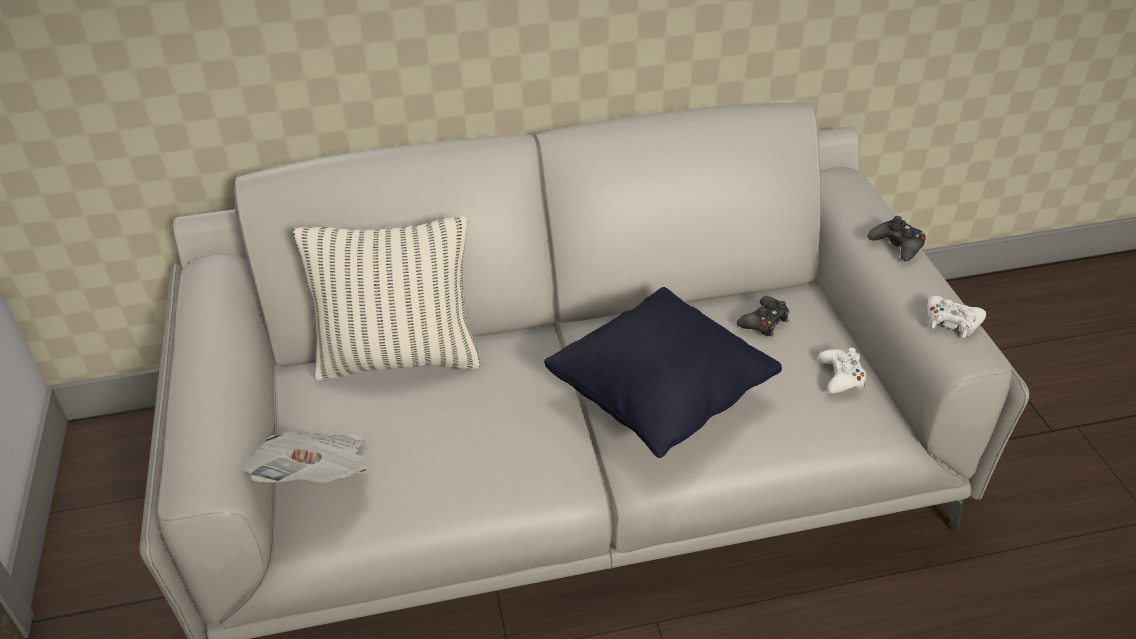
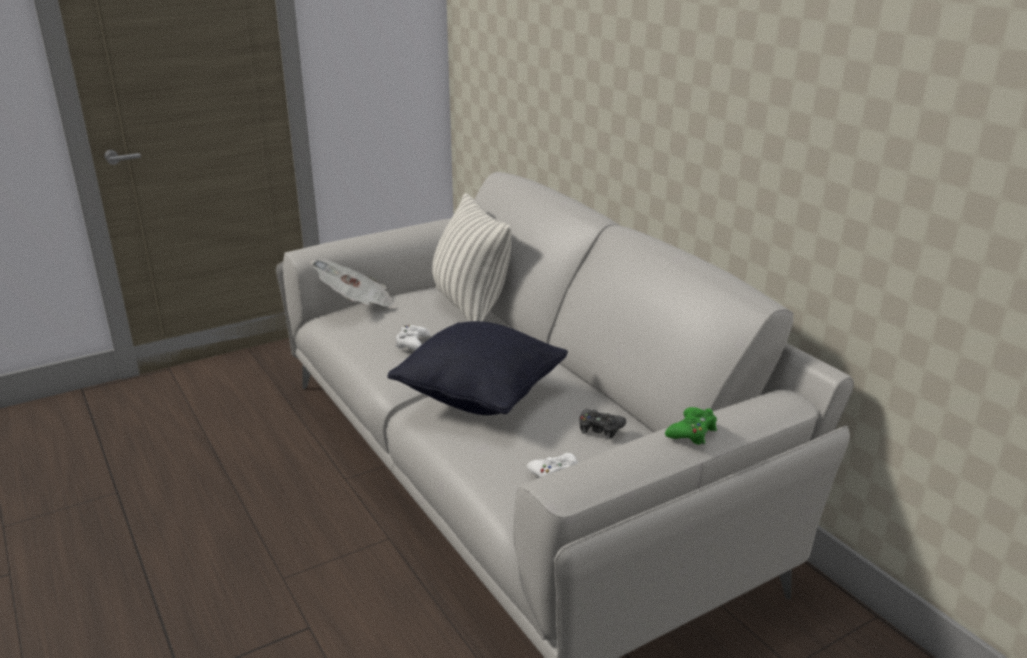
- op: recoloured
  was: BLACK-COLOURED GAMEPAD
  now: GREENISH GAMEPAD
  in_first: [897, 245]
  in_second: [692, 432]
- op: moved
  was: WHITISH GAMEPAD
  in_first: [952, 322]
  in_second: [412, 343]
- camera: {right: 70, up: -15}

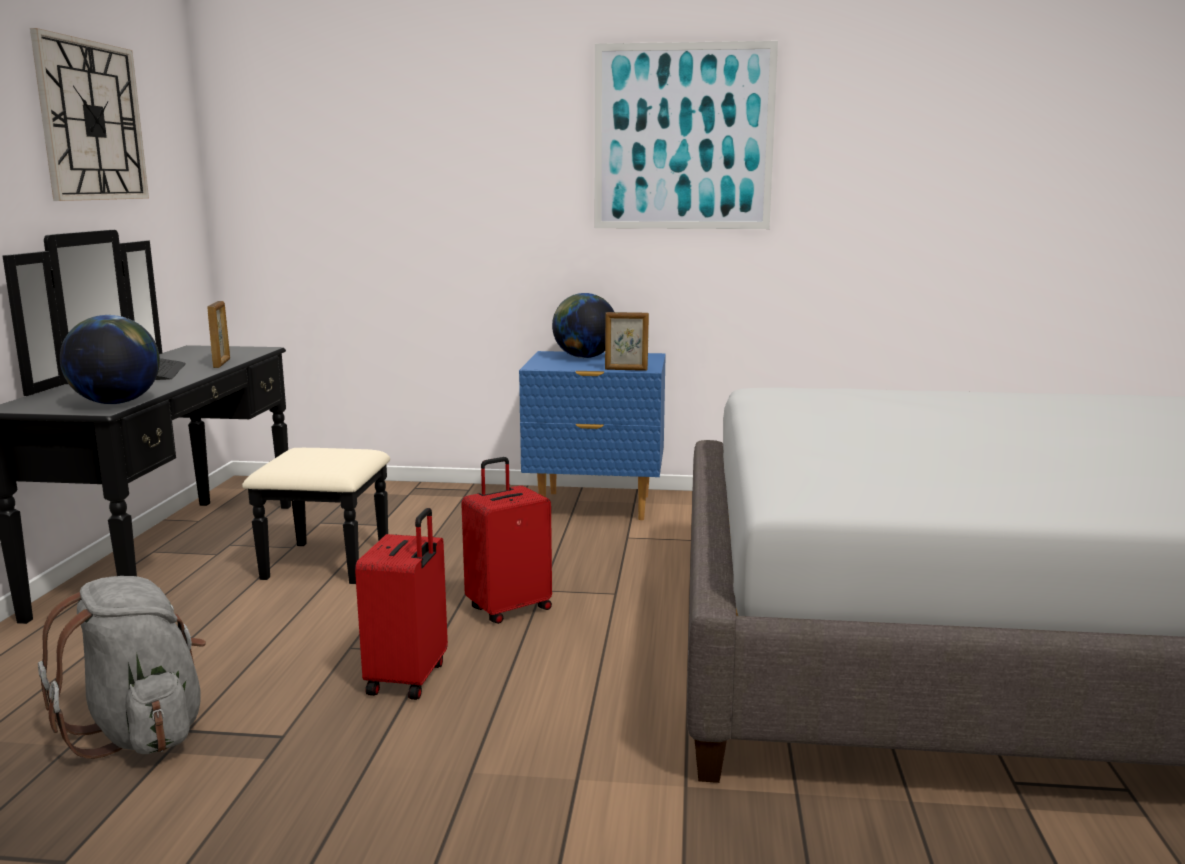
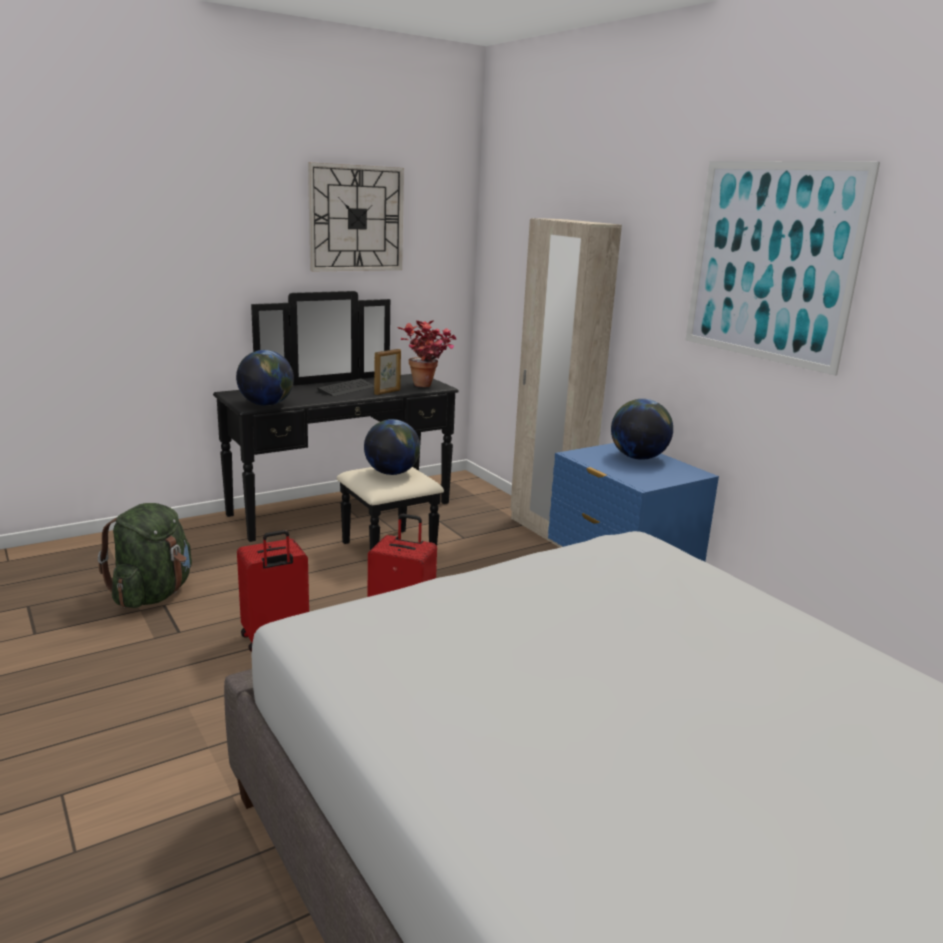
- op: recoloured
  was: GREYISH BACKPACK
  now: GREENISH BACKPACK
  in_first: [141, 731]
  in_second: [153, 594]
- op: removed
  was: PICTURE FRAME
  in_first: [626, 369]
- op: added
  now: WORLD GLOBE
  in_second: [391, 473]
- op: added
  now: PLANT IN A POT
  in_second: [427, 387]
- op: added
  now: BEIGE WARDROBE
  in_second: [547, 530]
- camera: {right: 50, up: 5}

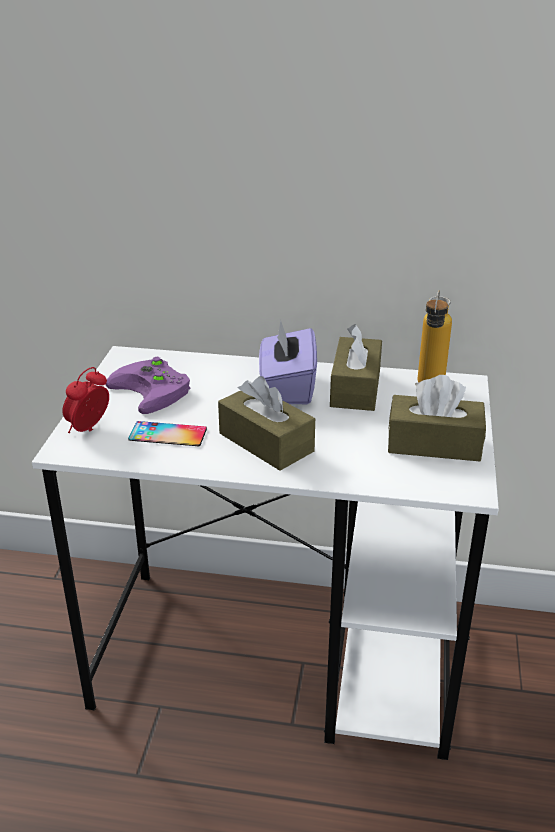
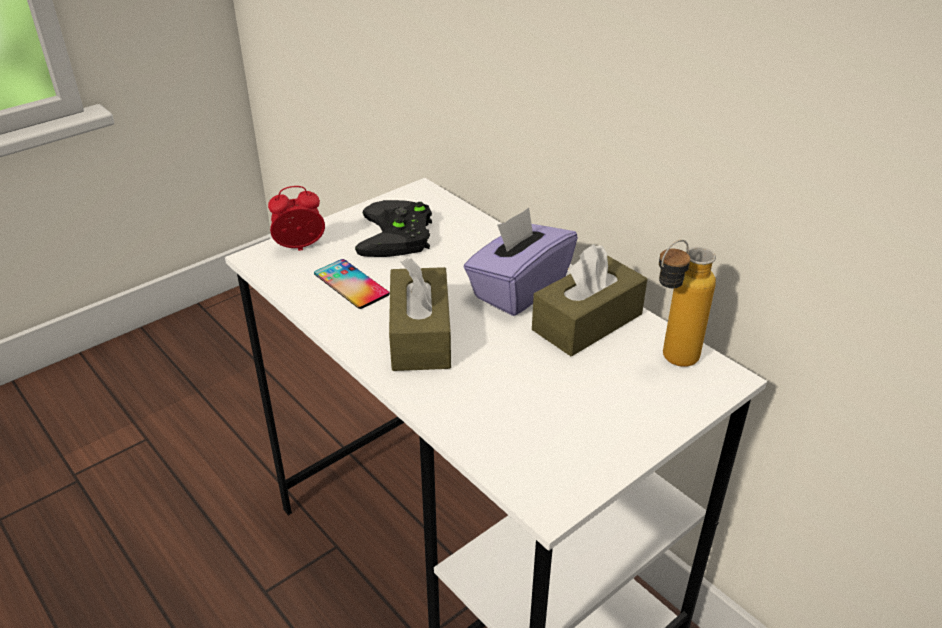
- op: recoloured
  was: PURPLE GAMEPAD
  now: BLACK-COLOURED GAMEPAD
  in_first: [155, 390]
  in_second: [398, 236]
- op: removed
  was: BROWN TISSUE HOLDER
  in_first: [434, 444]
- camera: {right: 40, up: 5}

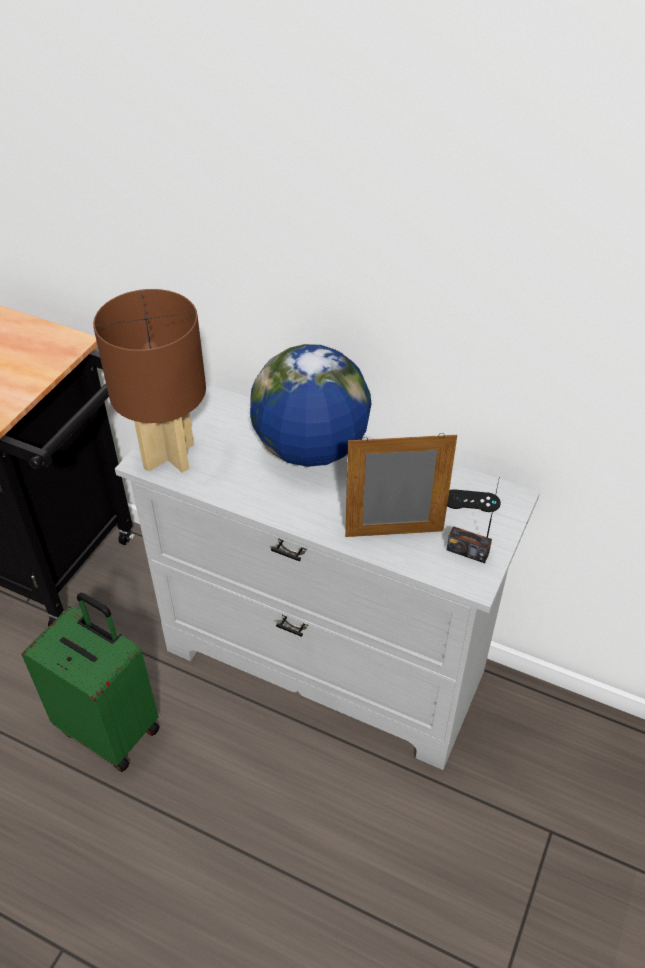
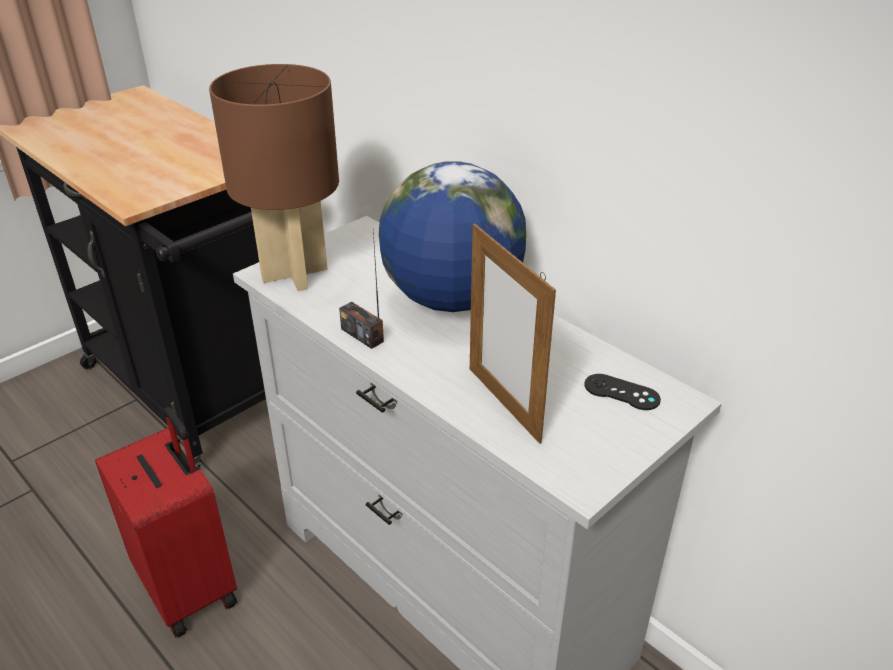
- op: recoloured
  was: GREENISH SUITCASE
  now: RED SUITCASE
  in_first: [111, 728]
  in_second: [190, 587]
- op: turned
  was: PICTURE FRAME
  in_first: [394, 533]
  in_second: [503, 404]
  clockwise: -135
- op: moved
  was: RADIO SET
  in_first: [467, 551]
  in_second: [362, 335]
- camera: {right: 20, up: -10}

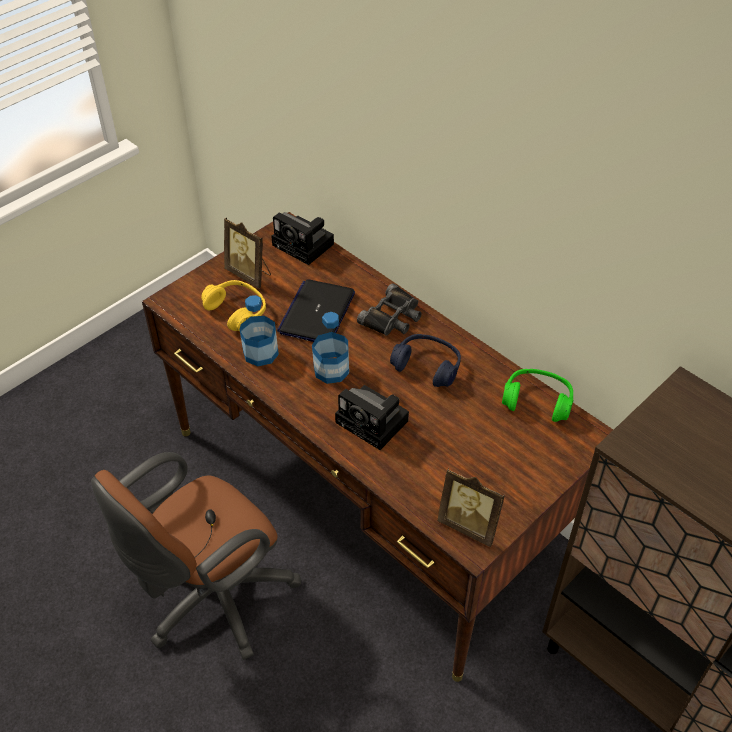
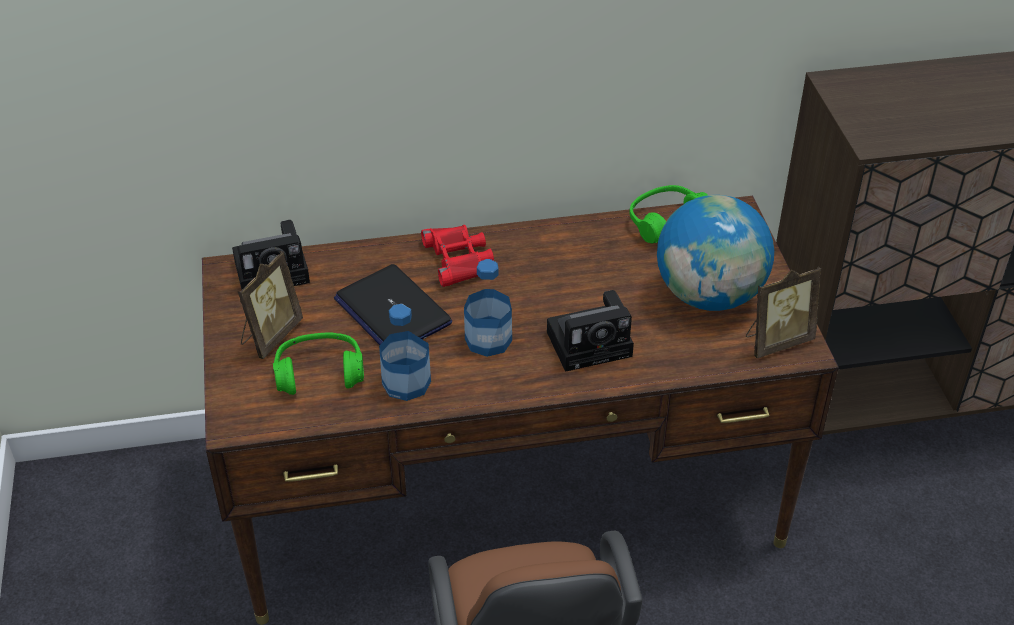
- op: recoloured
  was: YELLOW HEADSET
  now: GREENISH HEADSET
  in_first: [237, 311]
  in_second: [319, 373]
- op: turned
  was: PICTURE FRAME
  in_first: [249, 274]
  in_second: [270, 335]
  clockwise: -45
- op: recoloured
  was: BLACK-COLOURED PAIR OF BINOCULARS
  now: RED PAIR OF BINOCULARS
  in_first: [392, 317]
  in_second: [458, 259]
- op: removed
  was: BLUISH HEADSET
  in_first: [427, 366]
- op: added
  now: WORLD GLOBE
  in_second: [709, 295]
- camera: {right: -55, up: -5}

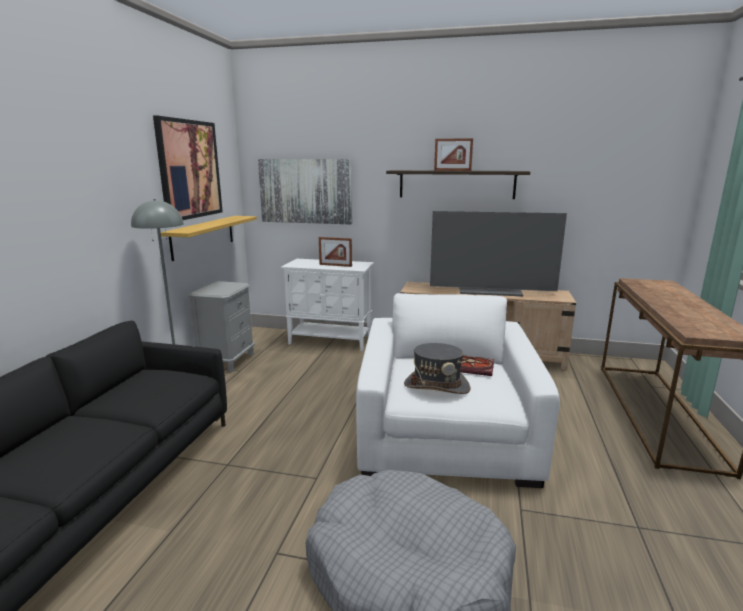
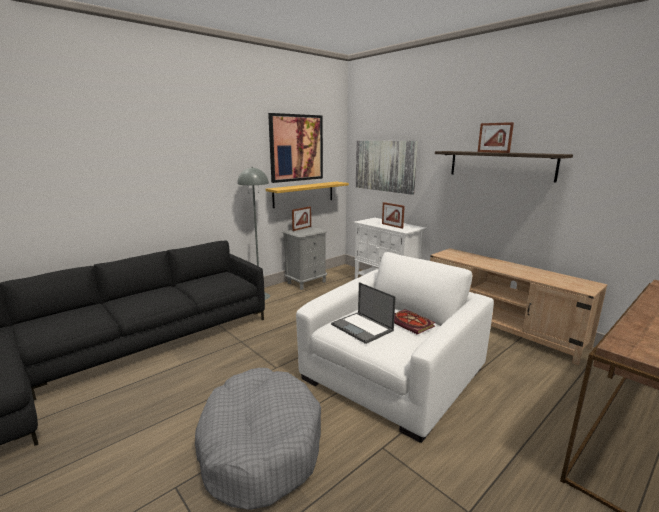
- op: replaced
  was: GREYISH CLOTHING HAT
  now: NOTEBOOK COMPUTER
  in_first: [437, 386]
  in_second: [362, 328]
- op: removed
  was: TELEVISION
  in_first: [490, 291]
- op: added
  now: PICTURE FRAME
  in_second: [302, 228]
- camera: {right: 35, up: 0}

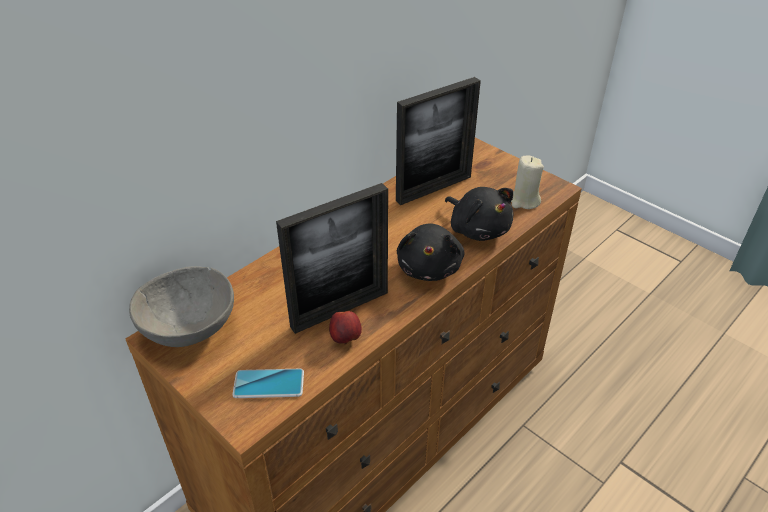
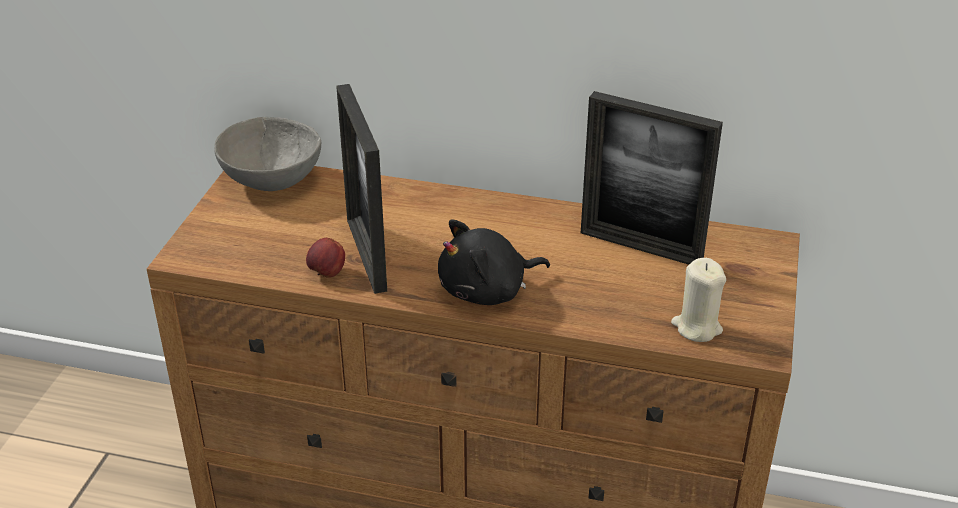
- op: removed
  was: HANDSET
  in_first: [269, 384]
- op: turned
  was: PICTURE FRAME
  in_first: [340, 309]
  in_second: [366, 254]
  clockwise: 45
- op: removed
  was: BLACK-COLOURED SOFT TOY
  in_first: [478, 228]
- camera: {right: 60, up: -5}

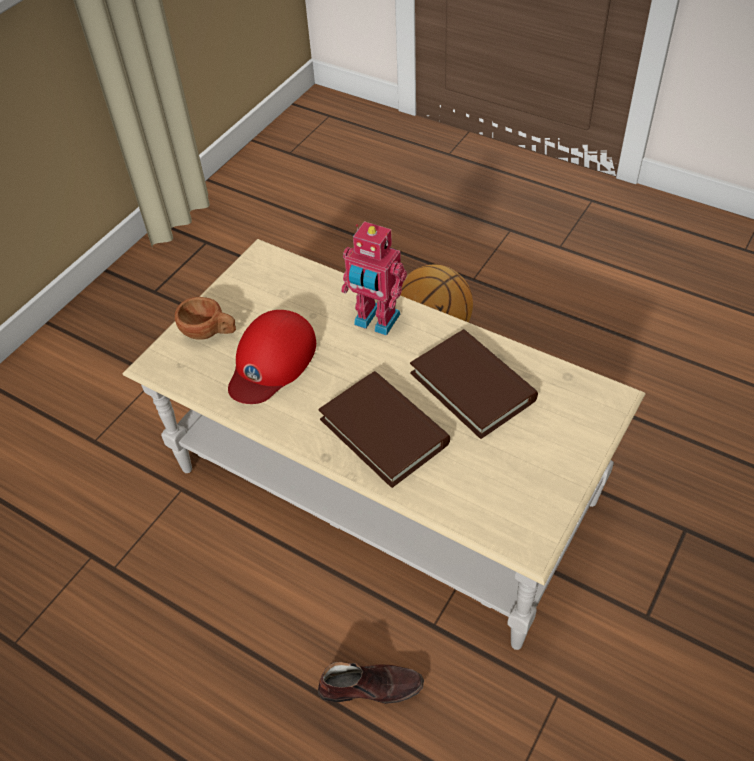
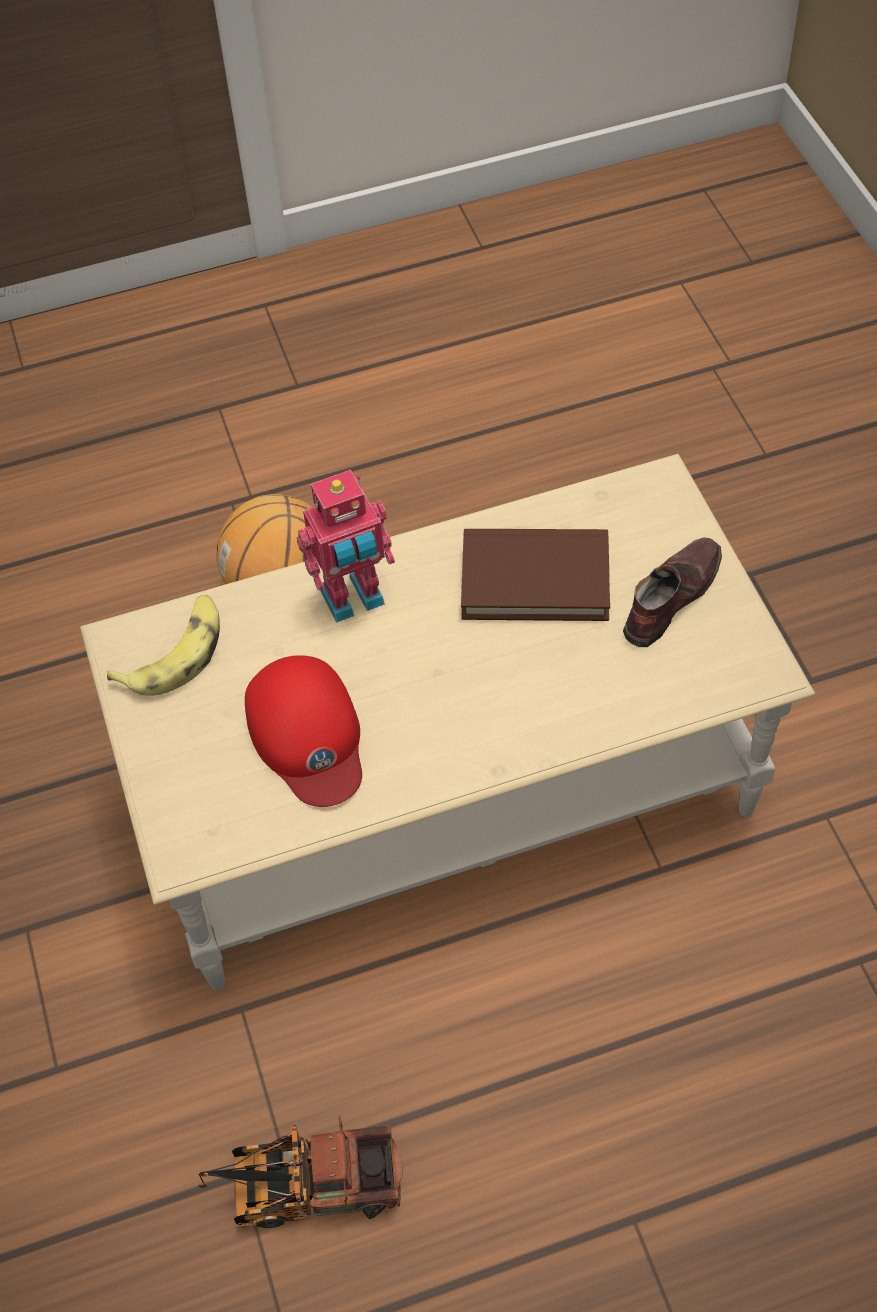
- op: removed
  was: BROWN DRINKING CUP
  in_first: [209, 332]
- op: removed
  was: BROWN VOLUME
  in_first: [384, 431]
- op: moved
  was: BROWN ITEM OF FOOTWEAR
  in_first: [371, 686]
  in_second: [670, 597]
- op: added
  now: BANANA
  in_second: [176, 653]
- op: added
  now: TOY TRUCK
  in_second: [305, 1187]
- camera: {right: -50, up: 5}

